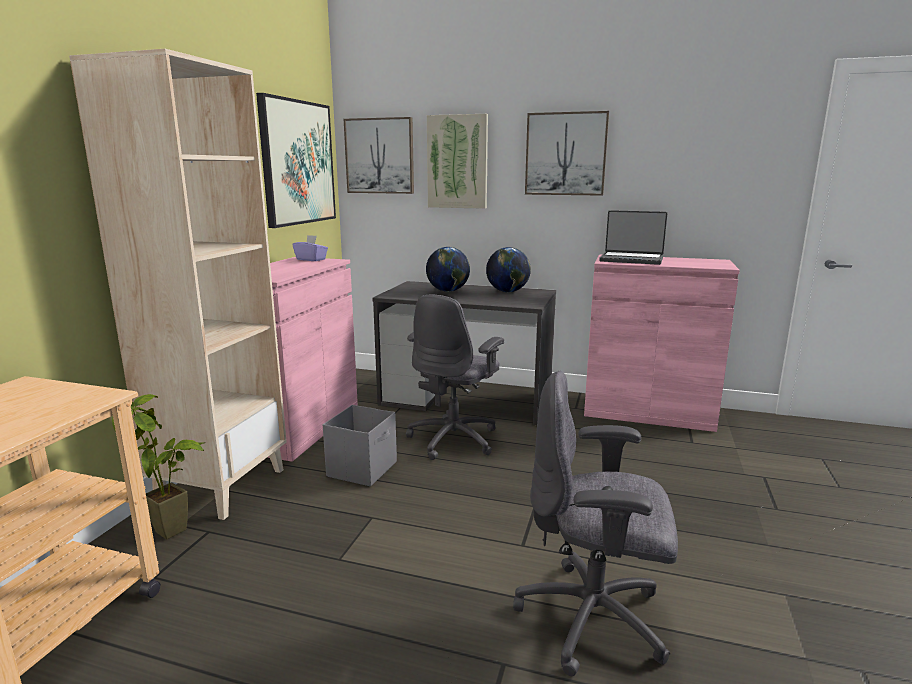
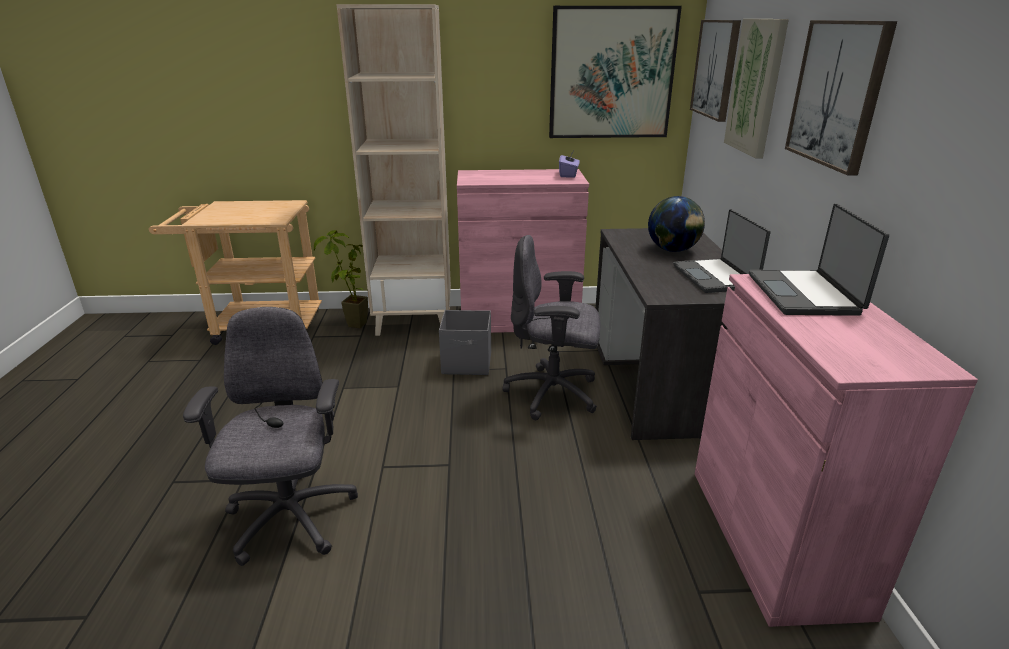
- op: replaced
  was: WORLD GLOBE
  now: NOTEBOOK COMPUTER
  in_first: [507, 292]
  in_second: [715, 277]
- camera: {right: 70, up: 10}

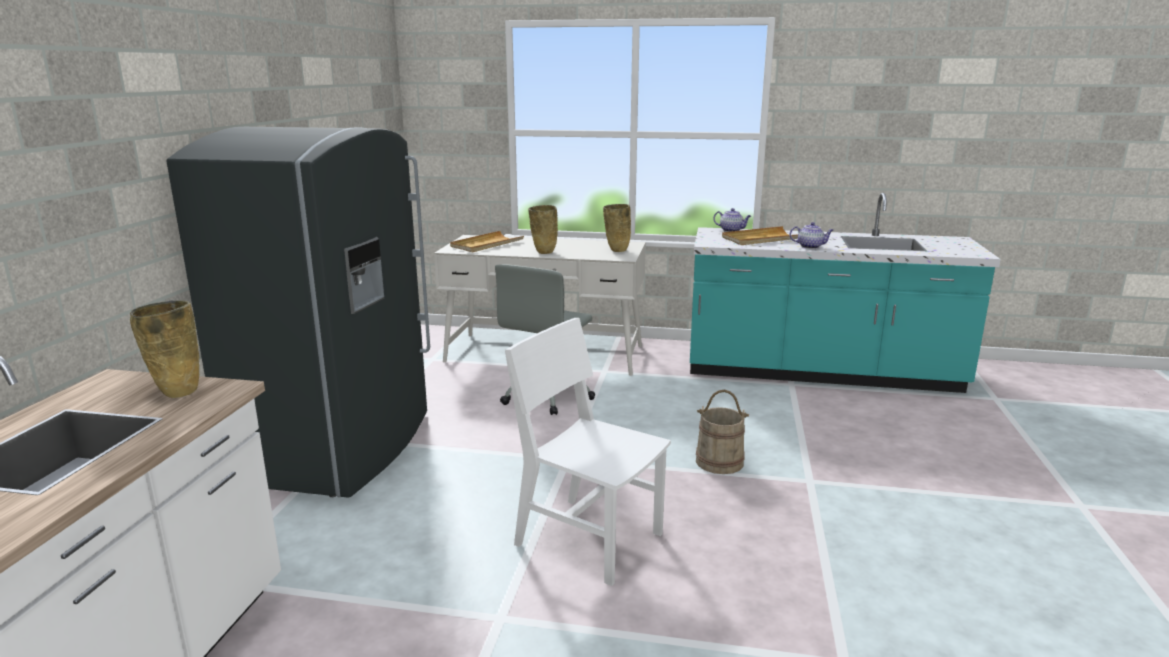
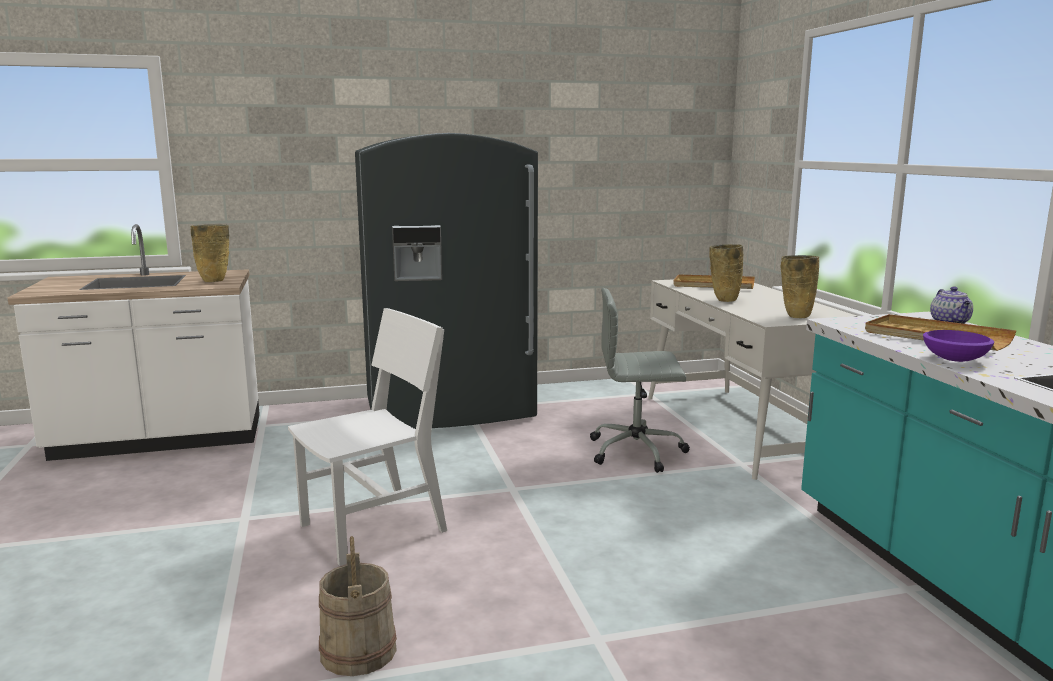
- op: turned
  was: WHITISH PLAIN CHAIR
  in_first: [589, 539]
  in_second: [373, 528]
  clockwise: 45
- op: moved
  was: BEIGE PAIL
  in_first: [719, 461]
  in_second: [359, 651]
- op: replaced
  was: TEA POT
  now: PURPLE DEEP DISH
  in_first: [810, 247]
  in_second: [956, 359]
- camera: {right: 65, up: -5}

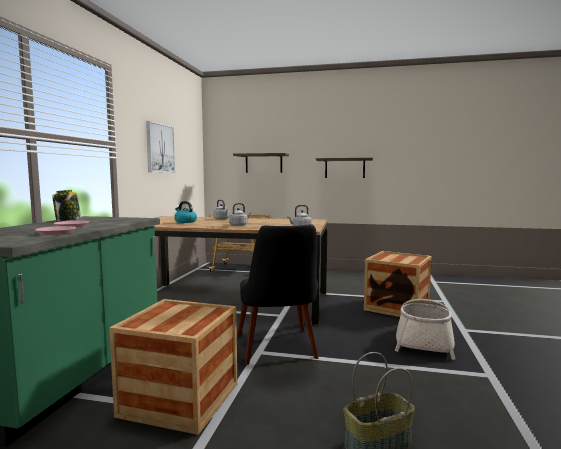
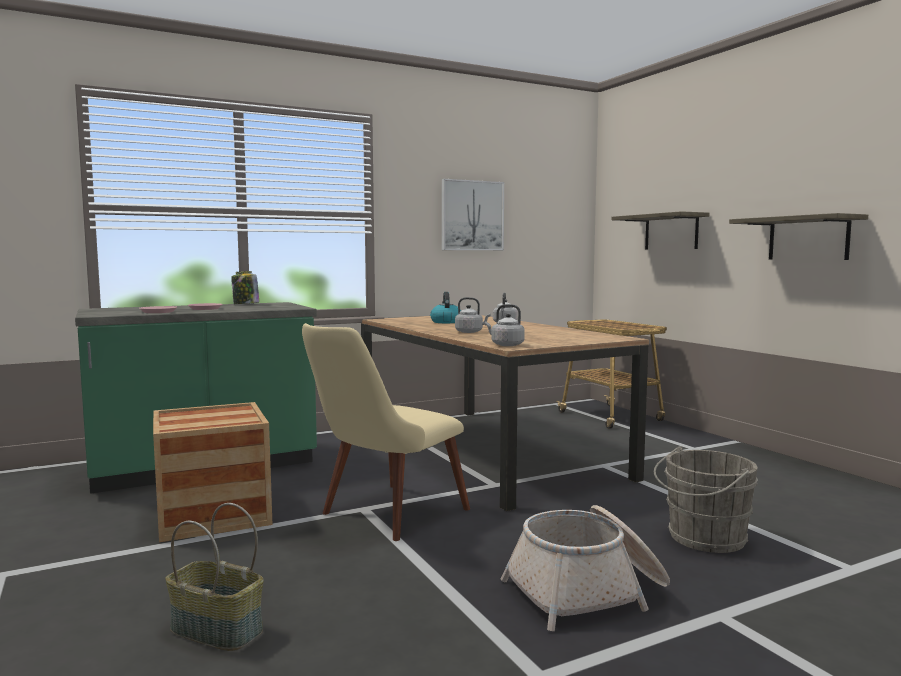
- op: recoloured
  was: BLACK-COLOURED PLAIN CHAIR
  now: BEIGE PLAIN CHAIR
  in_first: [278, 351]
  in_second: [382, 516]
- op: replaced
  was: CRATE
  now: GREYISH PAIL
  in_first: [397, 307]
  in_second: [703, 538]
- camera: {right: 50, up: 0}

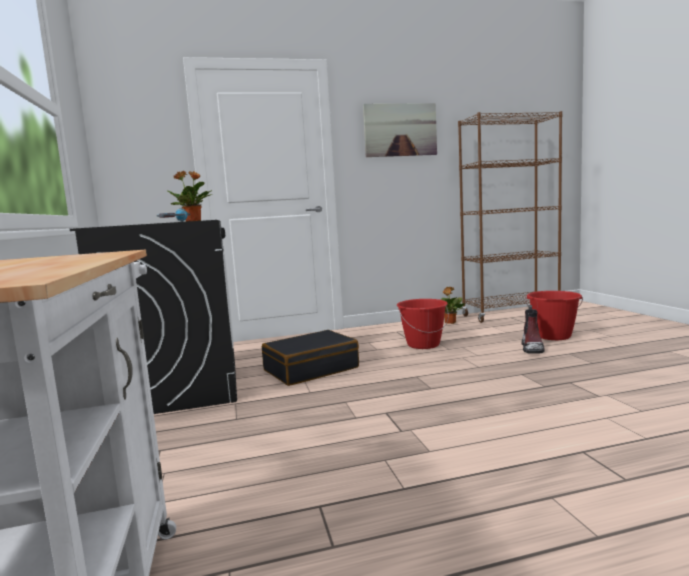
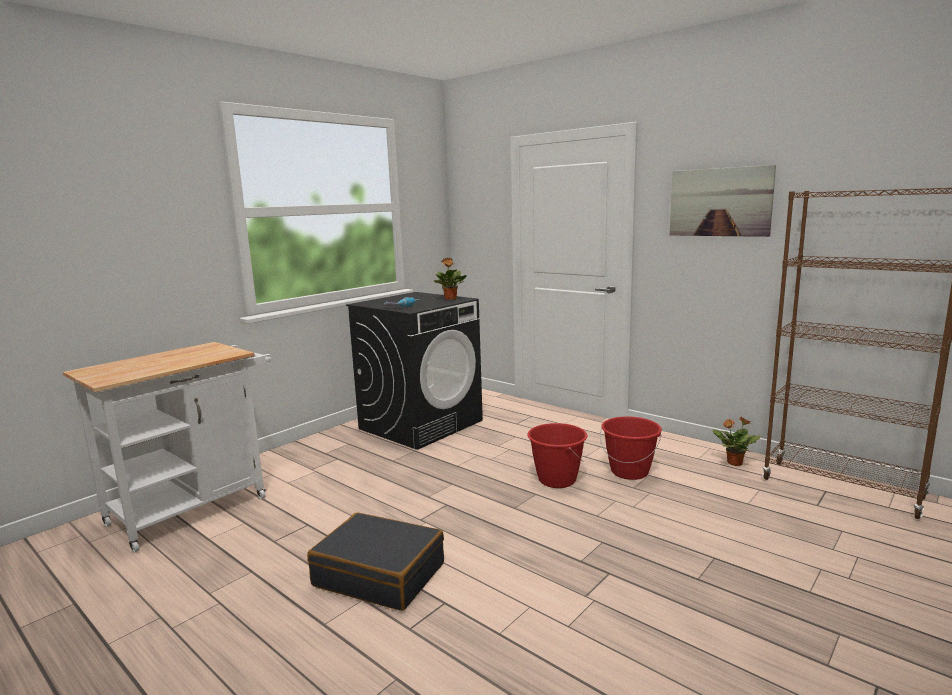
- op: moved
  was: BLACK-COLOURED SUITCASE
  in_first: [310, 369]
  in_second: [380, 574]
- op: removed
  was: BOOT
  in_first: [532, 348]
- op: moved
  was: RED PAIL
  in_first: [553, 336]
  in_second: [556, 480]
- camera: {right: 55, up: 5}

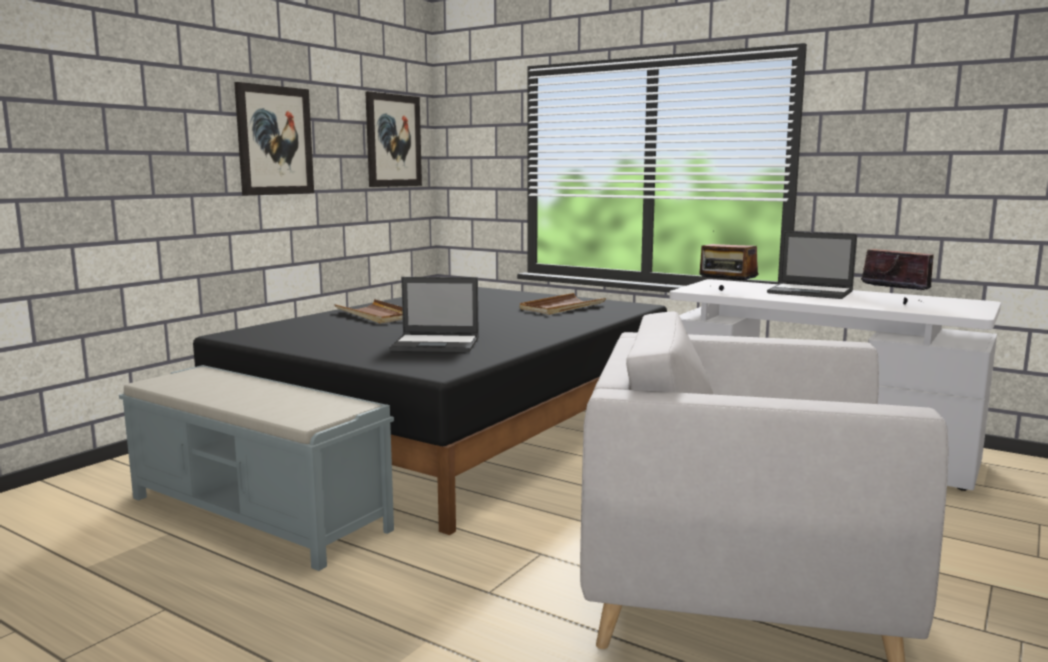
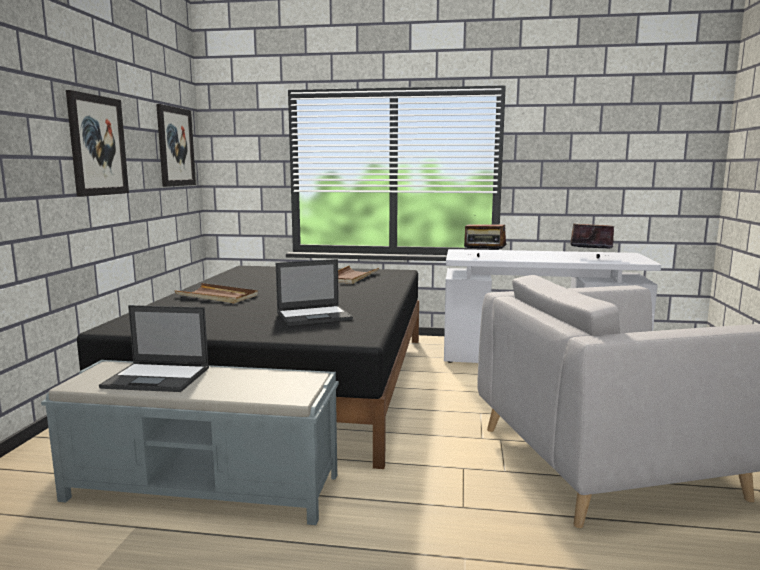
- op: moved
  was: NOTEBOOK COMPUTER
  in_first: [811, 292]
  in_second: [158, 378]
- camera: {right: -25, up: 0}

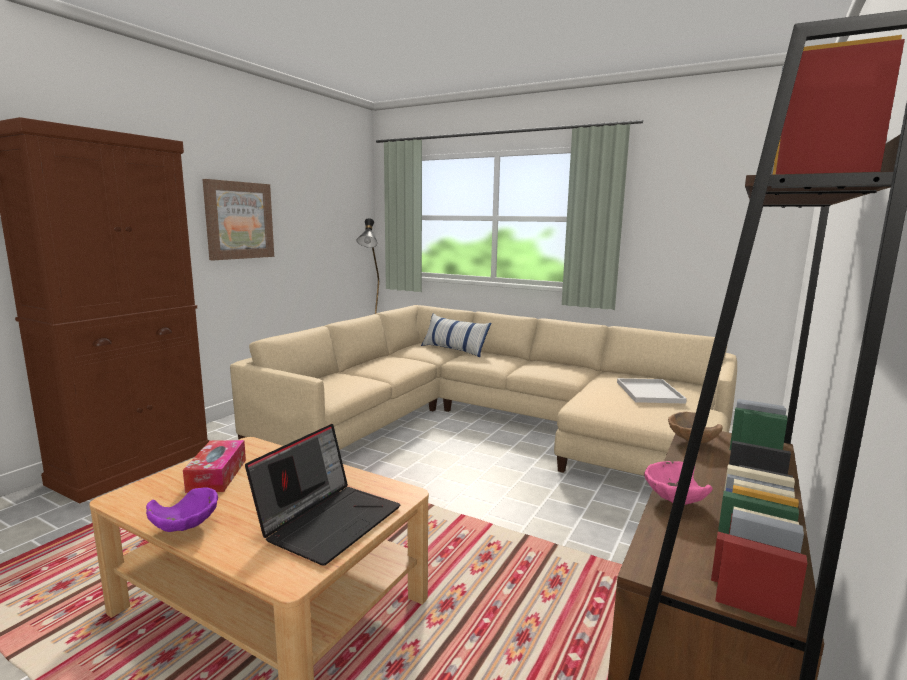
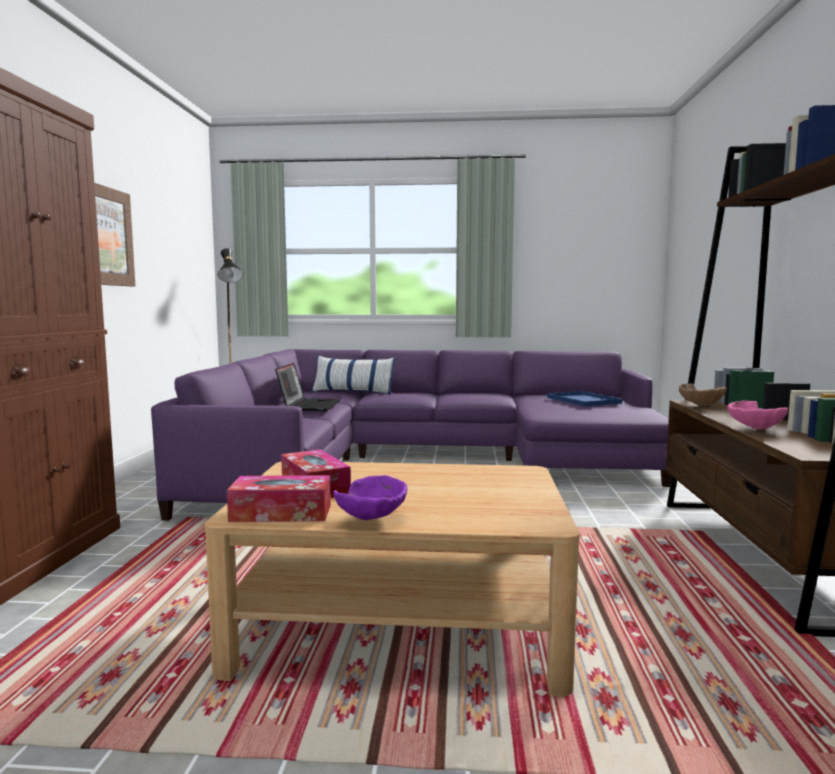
- op: recoloured
  was: BEIGE COUCH
  now: PURPLE COUCH
  in_first: [492, 423]
  in_second: [421, 460]
- op: moved
  was: NOTEBOOK COMPUTER
  in_first: [329, 520]
  in_second: [309, 405]
- op: recoloured
  was: WHITISH TRAY
  now: BLUISH TRAY
  in_first: [650, 392]
  in_second: [585, 400]
- op: added
  now: TISSUE HOLDER
  in_second: [281, 513]
- camera: {right: -25, up: -5}

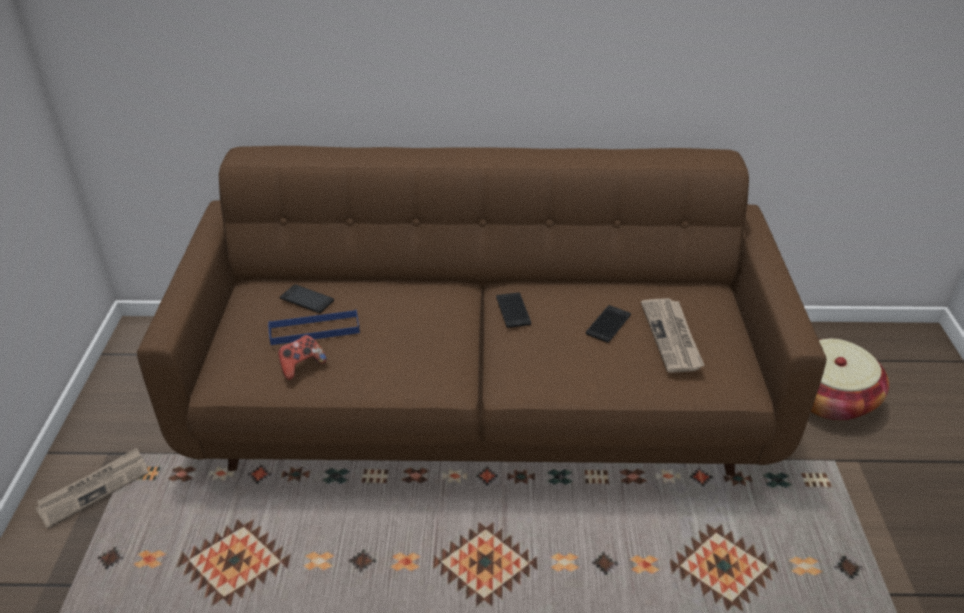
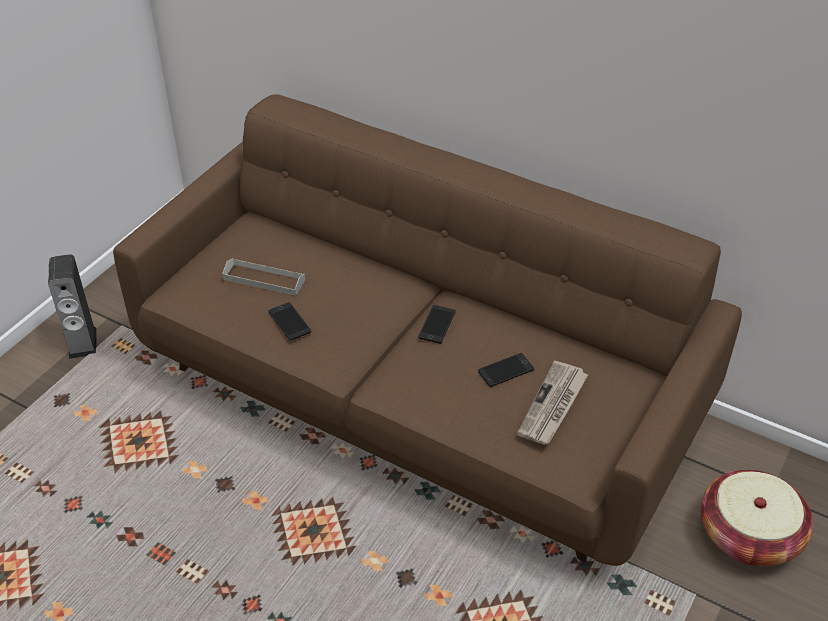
- op: replaced
  was: DAILY PAPER
  now: AUDIO SPEAKER
  in_first: [94, 489]
  in_second: [83, 343]
- op: recoloured
  was: BLUISH TRAY
  now: GREYISH TRAY
  in_first: [314, 330]
  in_second: [264, 279]
- op: removed
  was: GAMEPAD
  in_first: [301, 366]
- op: moved
  was: HANDSET
  in_first: [307, 299]
  in_second: [289, 322]
- camera: {right: 30, up: 5}

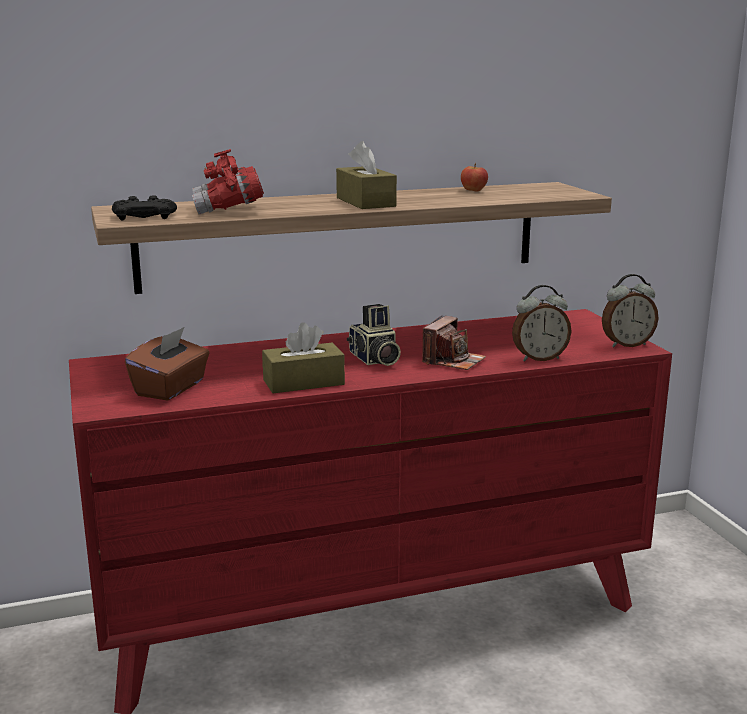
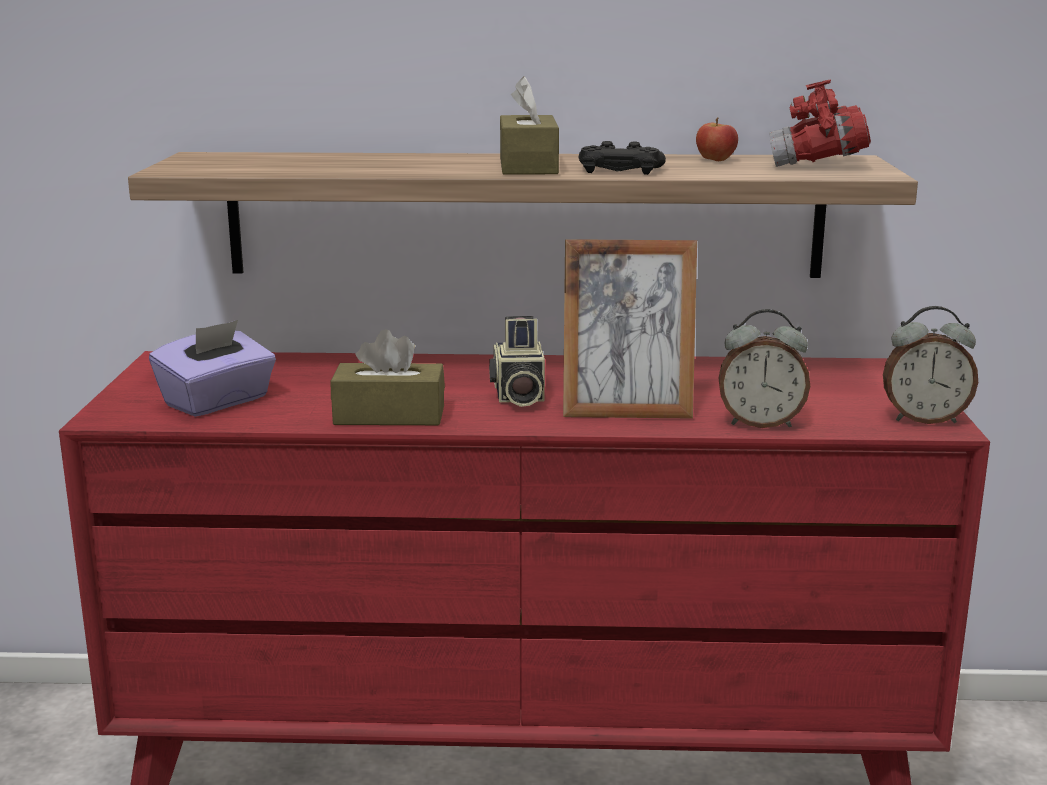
- op: moved
  was: BLACK-COLOURED GAMEPAD
  in_first: [144, 216]
  in_second: [620, 170]
- op: recoloured
  was: BROWN TISSUE HOLDER
  now: PURPLE TISSUE HOLDER
  in_first: [171, 388]
  in_second: [217, 402]
- op: moved
  was: RED PAIR OF BINOCULARS
  in_first: [229, 210]
  in_second: [817, 164]
- op: replaced
  was: STILL CAMERA
  now: PICTURE FRAME
  in_first: [453, 361]
  in_second: [626, 411]
- camera: {right: 20, up: 0}

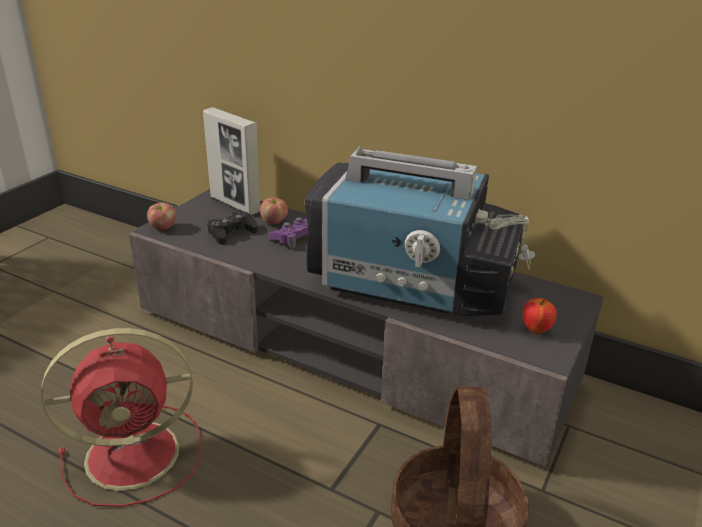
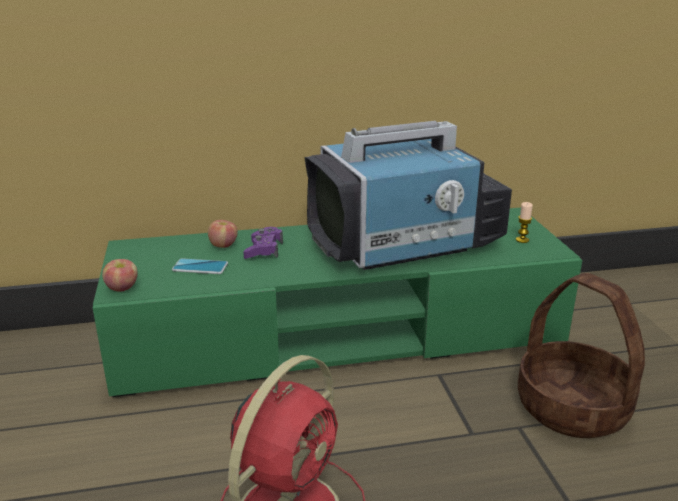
- op: recoloured
  was: GREYISH TV UNIT
  now: GREENISH TV UNIT
  in_first: [349, 344]
  in_second: [339, 335]
- op: removed
  was: PICTURE FRAME
  in_first: [235, 204]
- op: replaced
  was: BLACK-COLOURED GAMEPAD
  now: HANDSET
  in_first: [231, 233]
  in_second: [200, 267]
- op: replaced
  was: WHOLE APPLE
  now: WAX CANDLE
  in_first: [536, 330]
  in_second: [522, 240]
- camera: {right: -40, up: -5}

